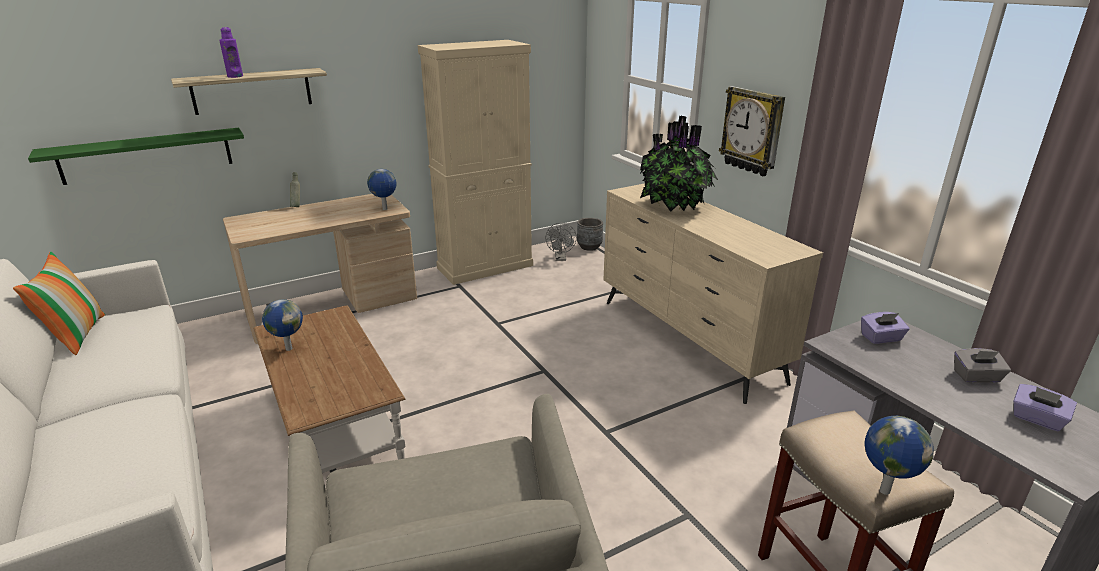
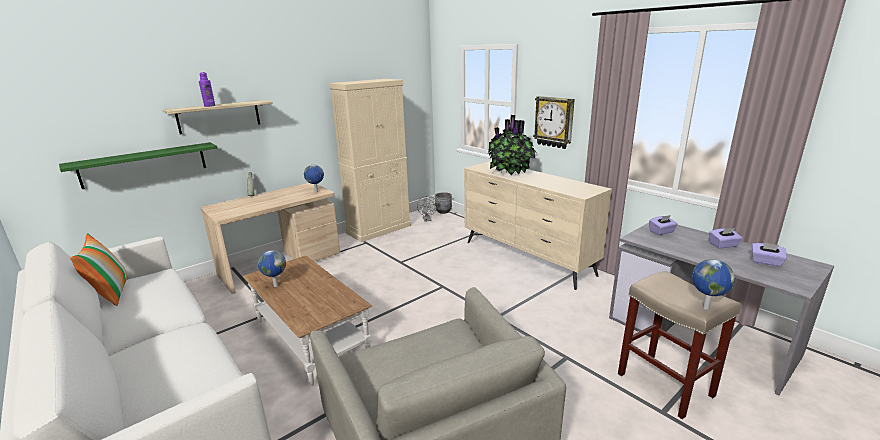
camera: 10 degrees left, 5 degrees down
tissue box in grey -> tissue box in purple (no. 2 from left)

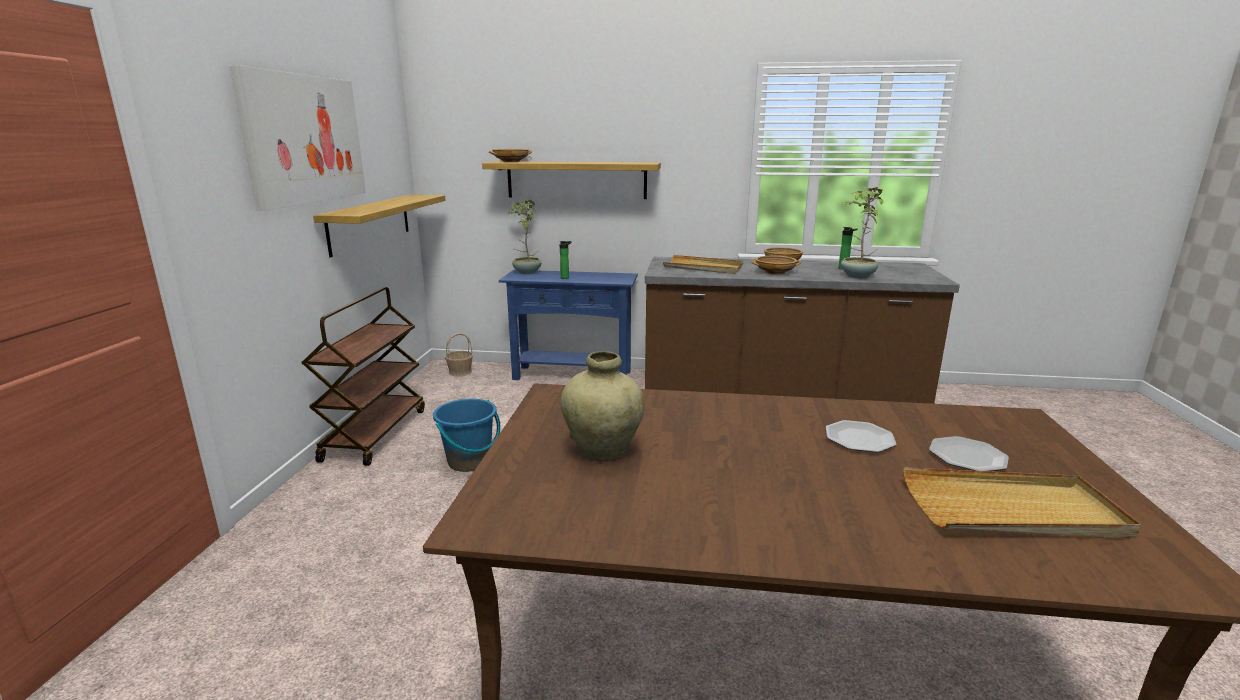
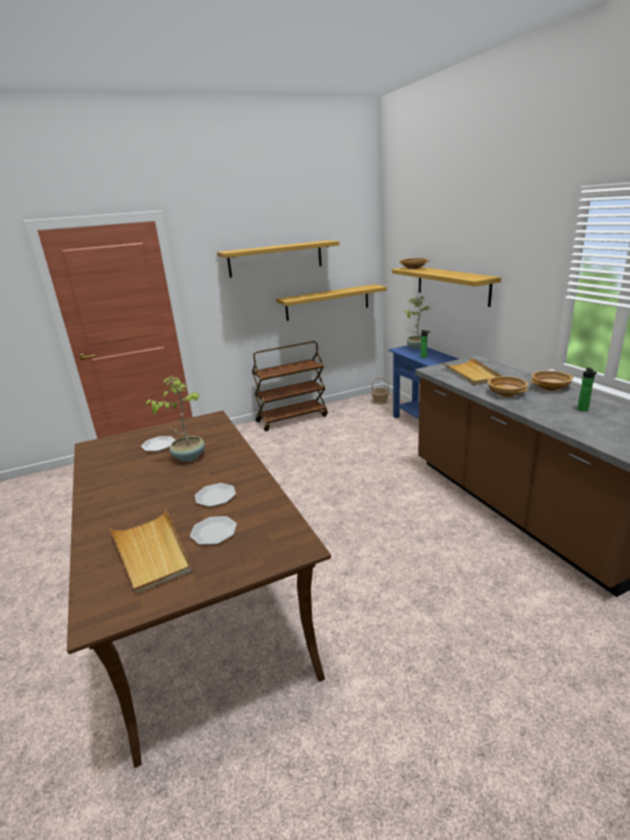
camera: 60 degrees right, 5 degrees up
picture -> shelf (no. 1 from left)
potted plant (no. 2 from left in the first image) -> potted plant (no. 1 from left), shifted
vase in beige -> plate (no. 1 from left)
bucket in blue -> none

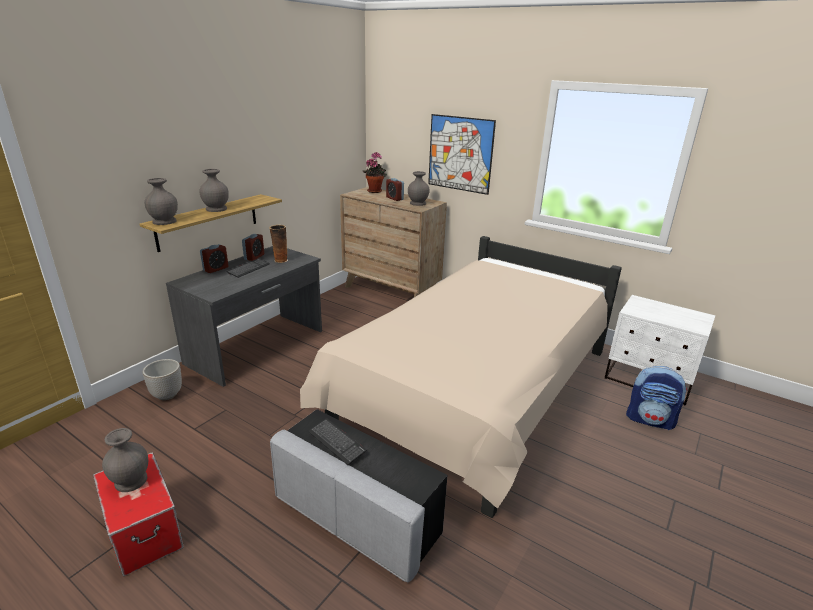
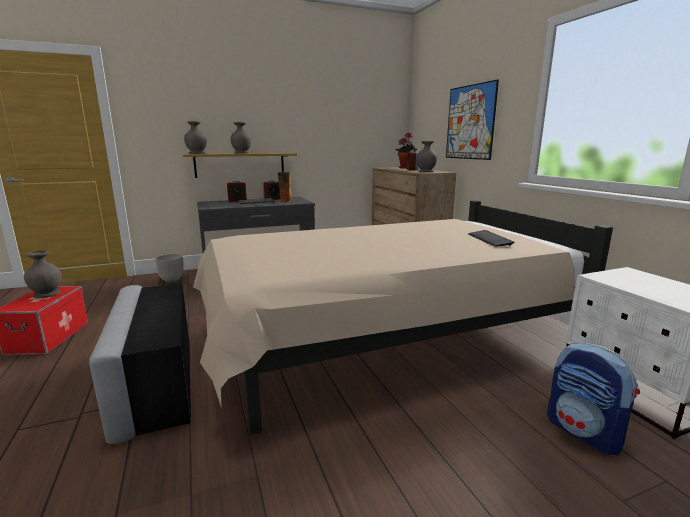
camera: 35 degrees right, 10 degrees down
keyboard (no. 2 from left), shifted

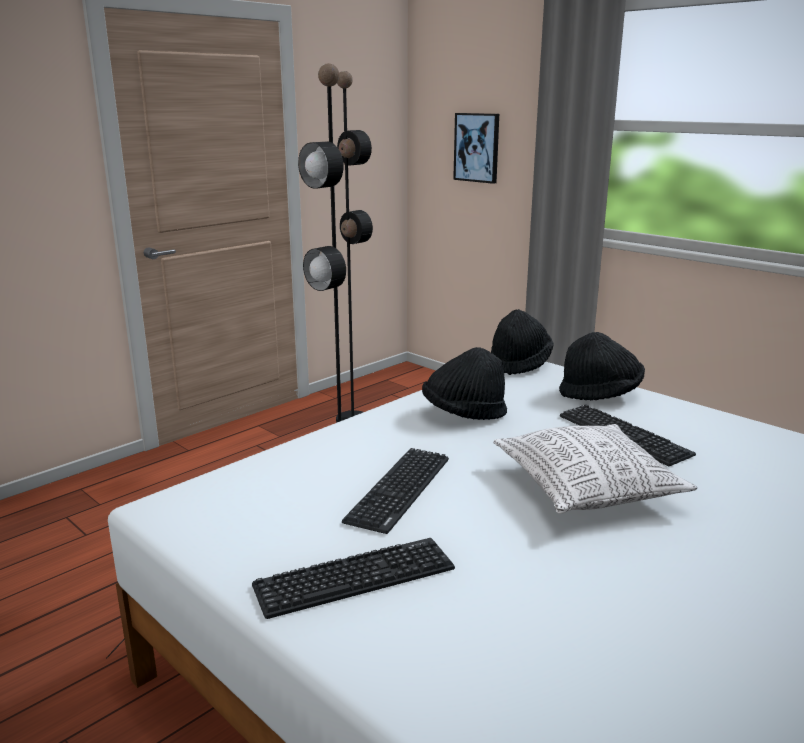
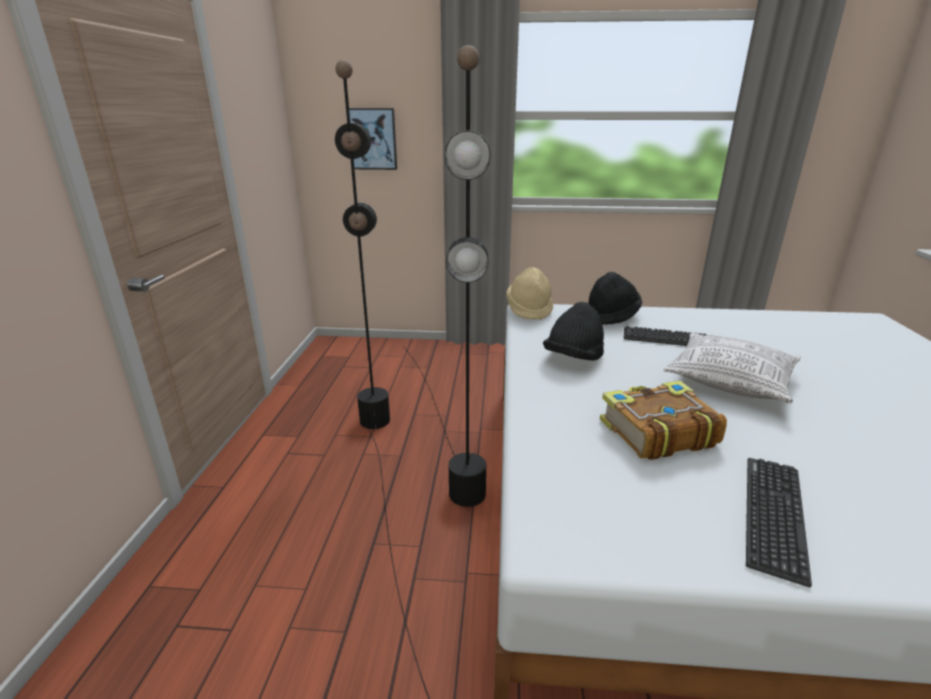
camera: 40 degrees left, 5 degrees up
hat in black (no. 2 from left) -> hat in beige
keyboard (no. 2 from left) -> book

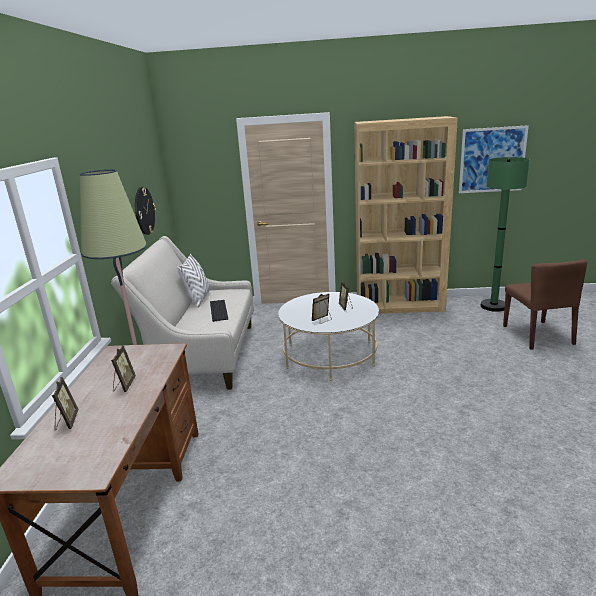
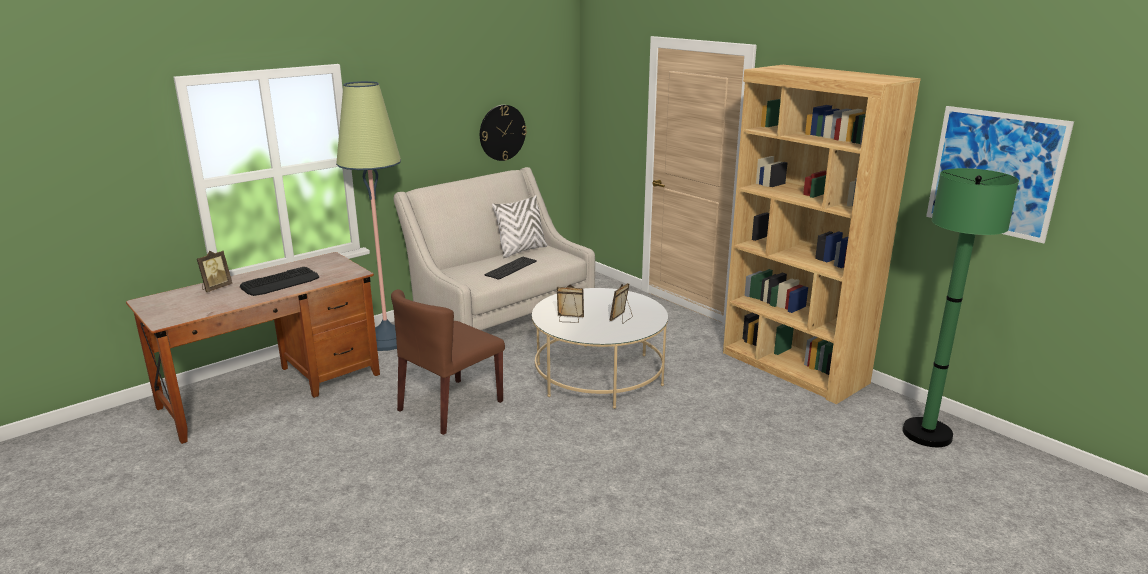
camera: 45 degrees right, 0 degrees up
chair in brown, shifted
picture frame (no. 2 from left) -> keyboard (no. 1 from left)

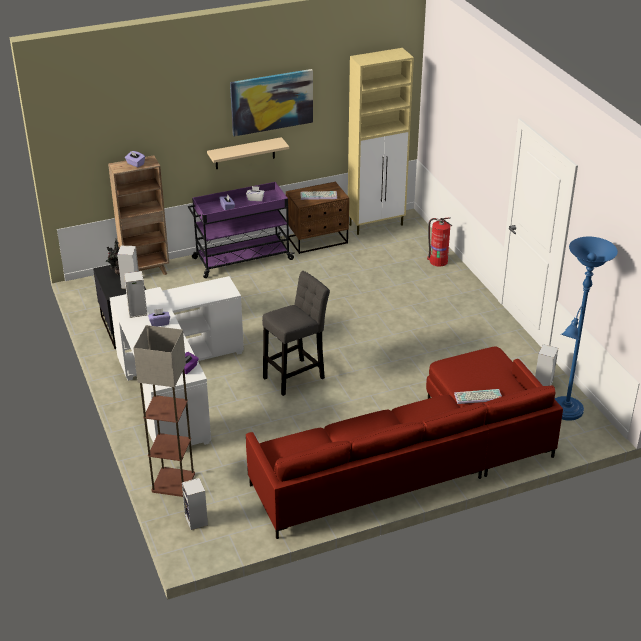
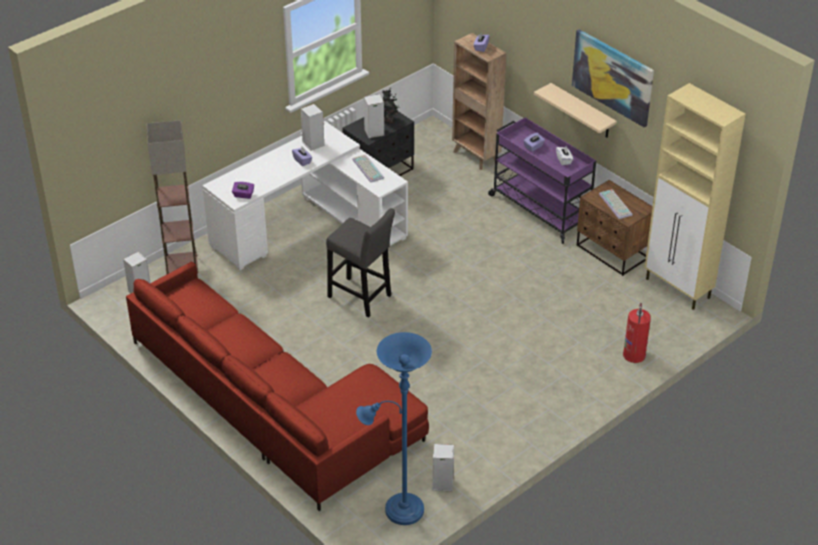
camera: 70 degrees right, 5 degrees up
keyboard (no. 2 from left in the first image) -> keyboard (no. 1 from left), shifted

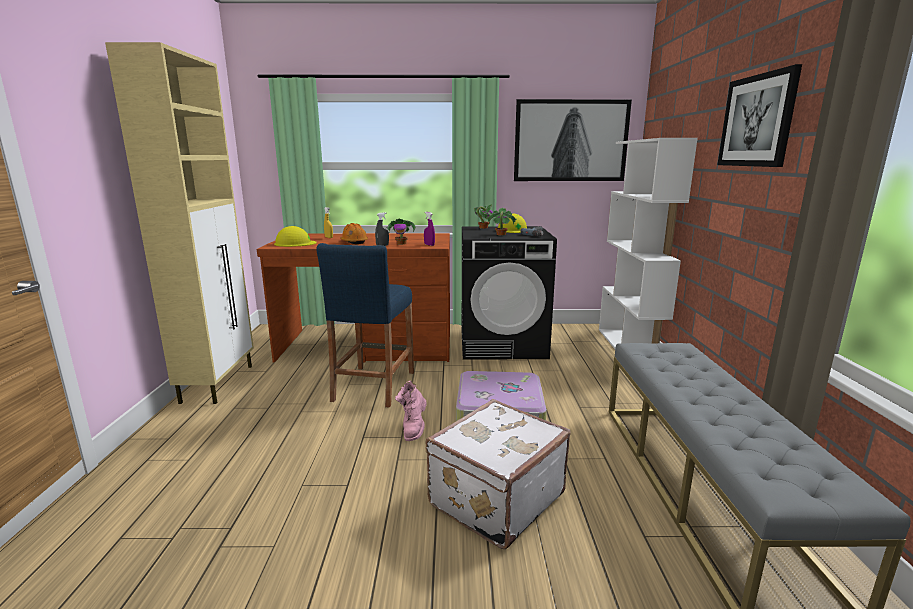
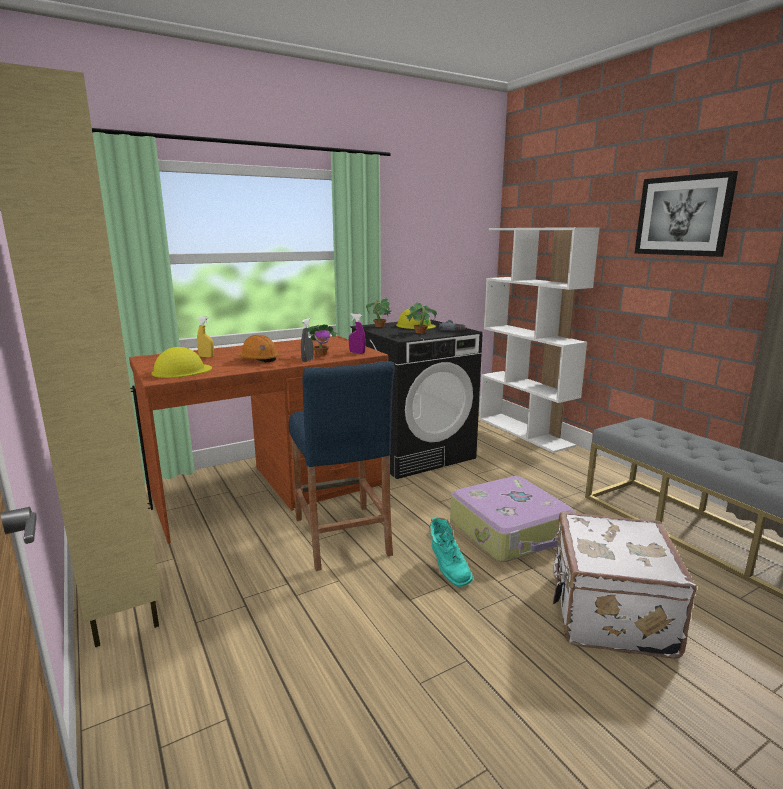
camera: 30 degrees left, 0 degrees up
picture (no. 1 from left) -> none
boot in pink -> boot in turquoise

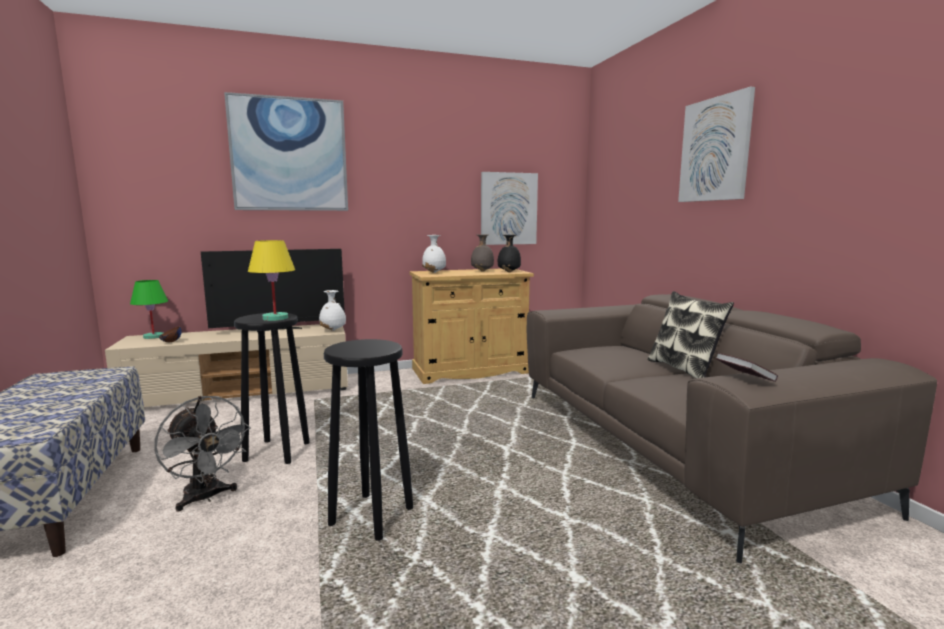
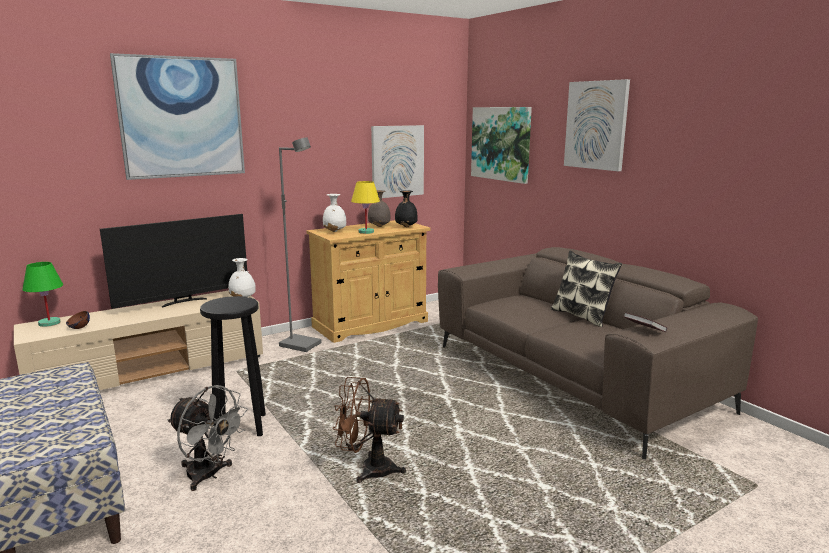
camera: 15 degrees left, 5 degrees up
table lamp in yellow, shifted
stool in black (no. 2 from left) -> fan in brown
none -> picture (no. 3 from left)
none -> floor lamp in grey

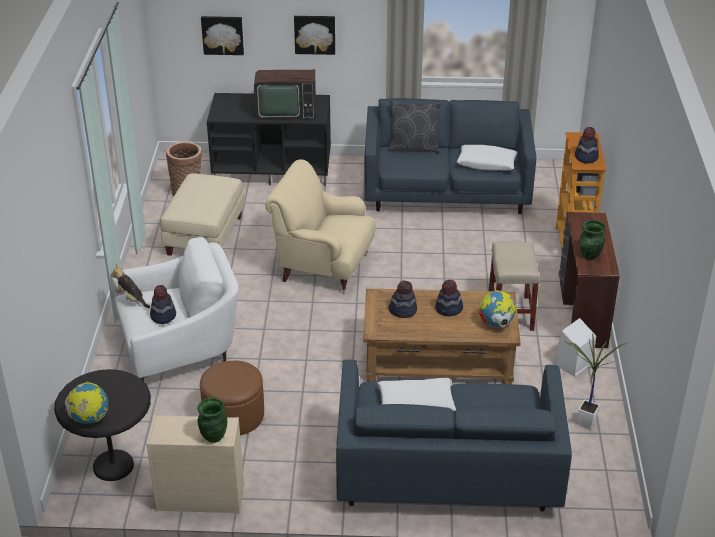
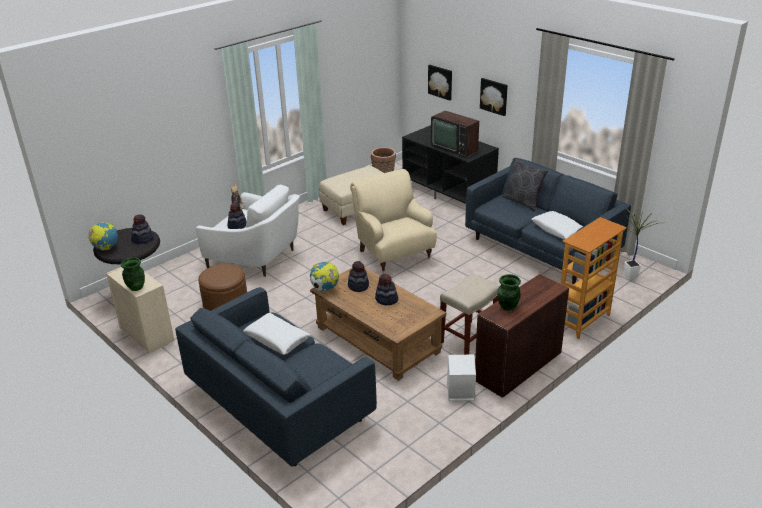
camera: 45 degrees right, 5 degrees down
hat (no. 4 from left in the first image) -> hat (no. 1 from left), shifted
globe (no. 2 from left), shifted
potted plant, shifted

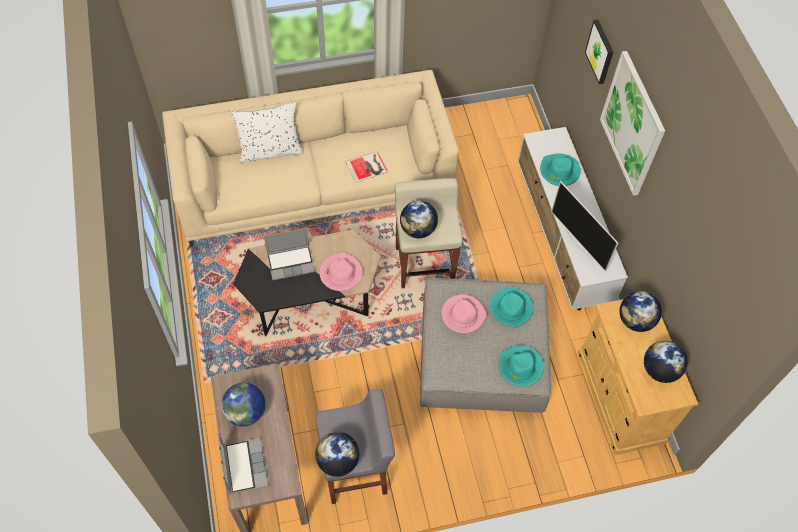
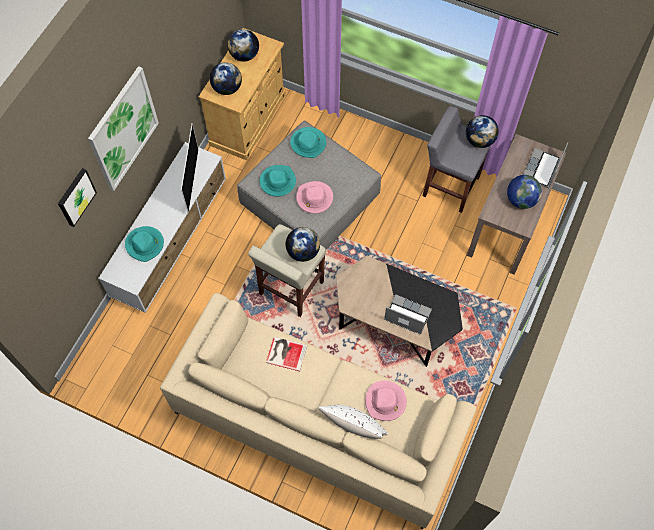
camera: 140 degrees left, 5 degrees up
hat in pink (no. 1 from left in the first image) -> hat in pink (no. 2 from left), shifted

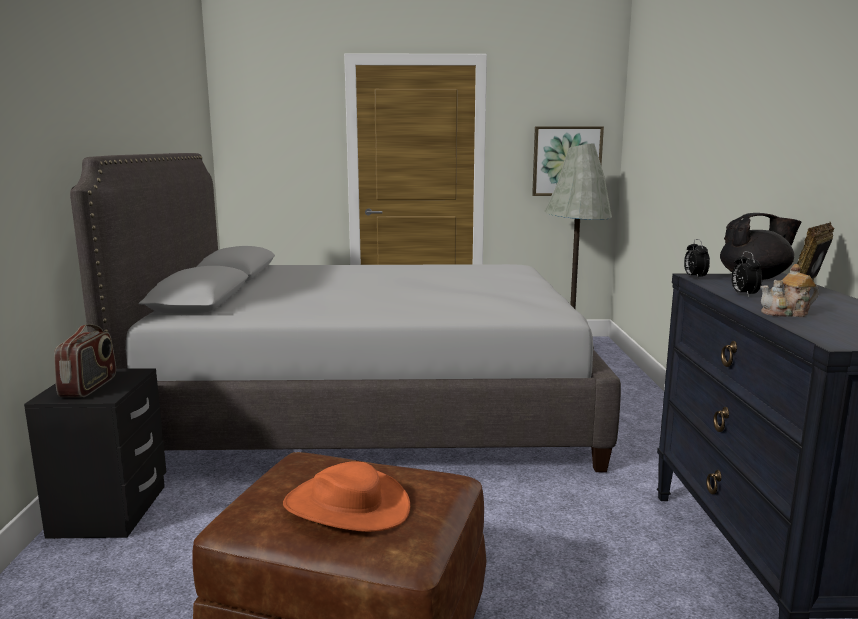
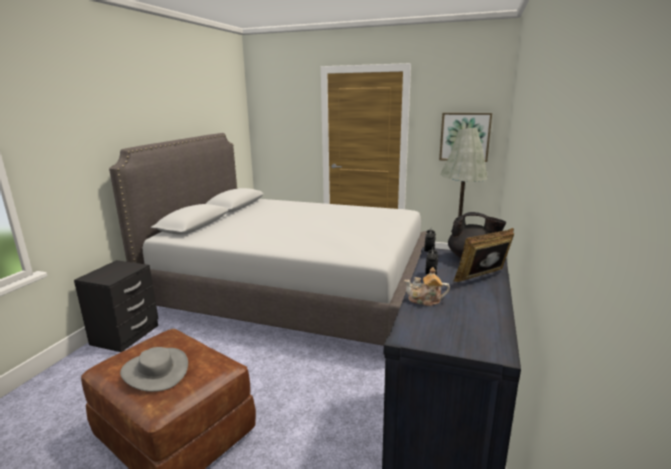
camera: 20 degrees right, 5 degrees up
radio -> none
hat in orange -> hat in grey

